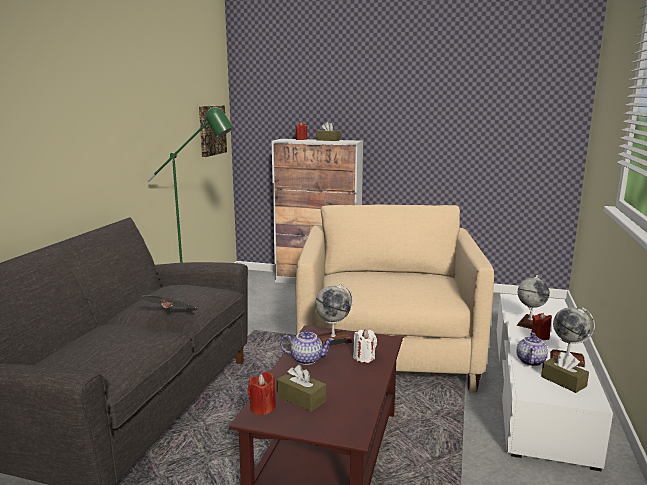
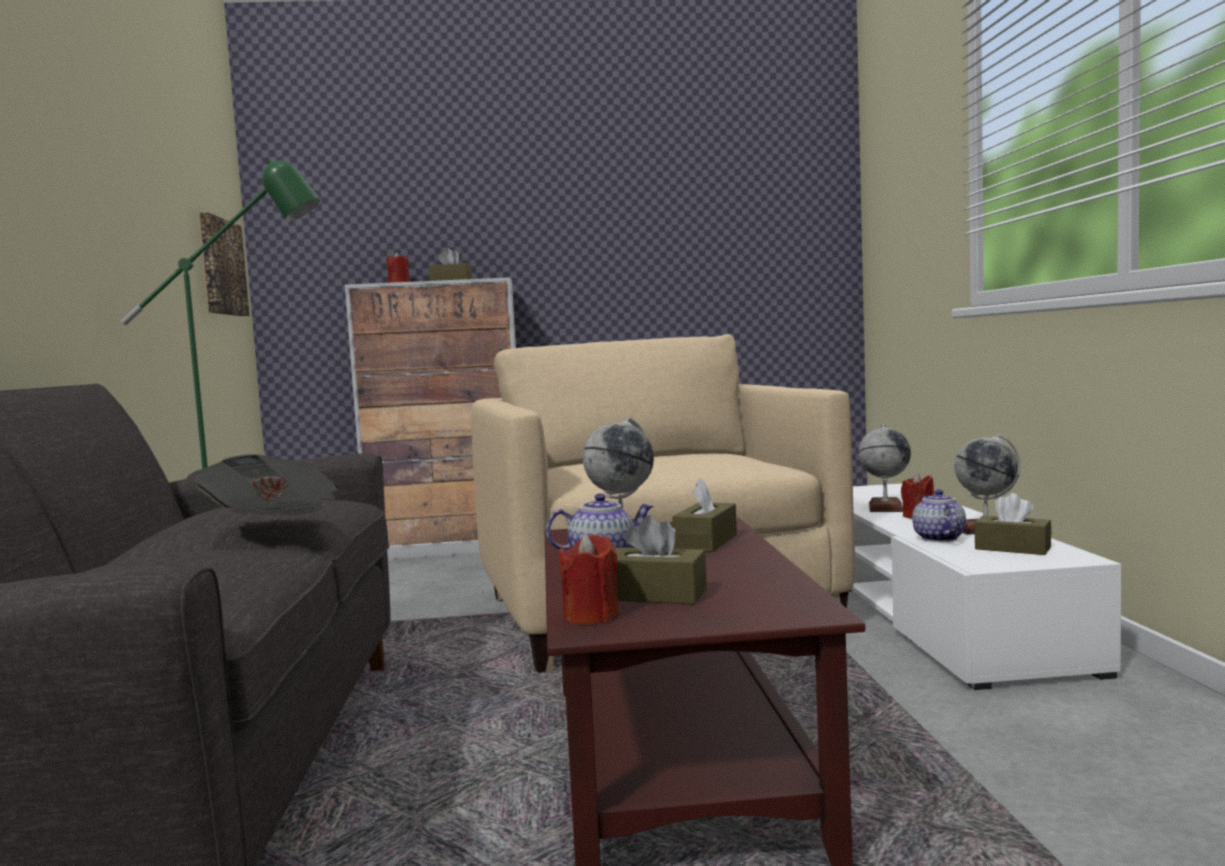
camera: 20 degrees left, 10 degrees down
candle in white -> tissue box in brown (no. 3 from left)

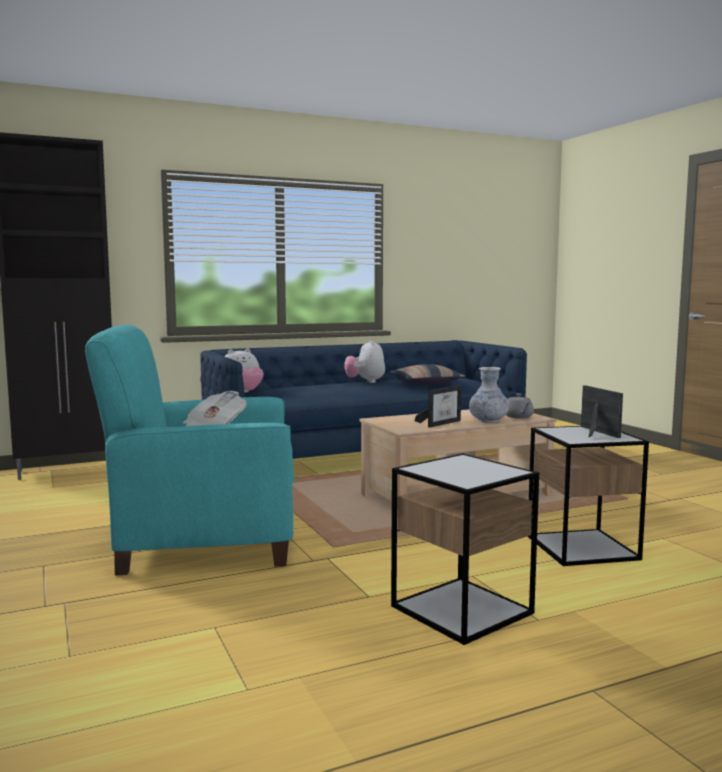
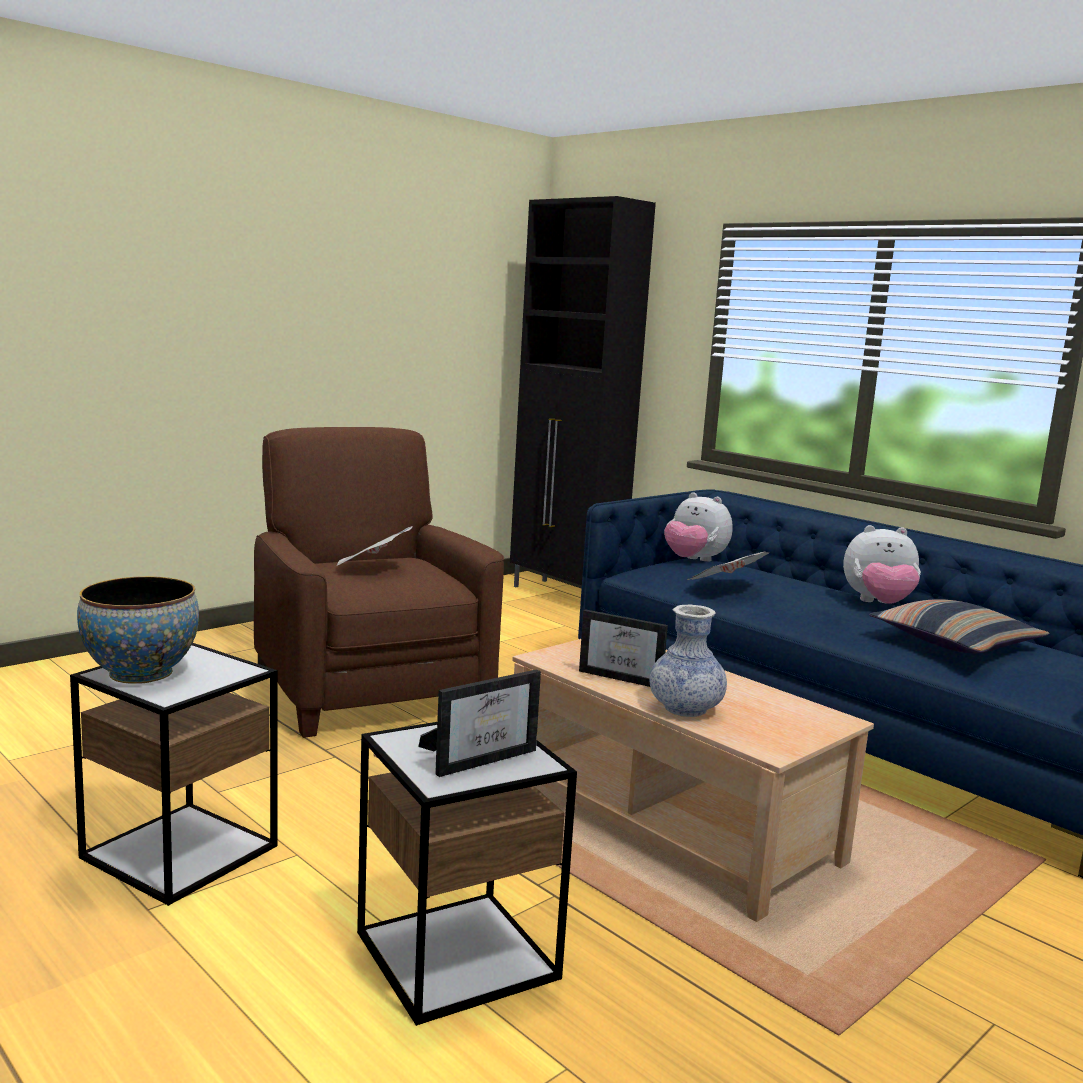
camera: 70 degrees right, 5 degrees up
armchair in turquoise -> armchair in brown
plush toy (no. 2 from left), 150 degrees counterclockwise
teapot in grey -> none
none -> newspaper (no. 2 from left)
none -> bowl

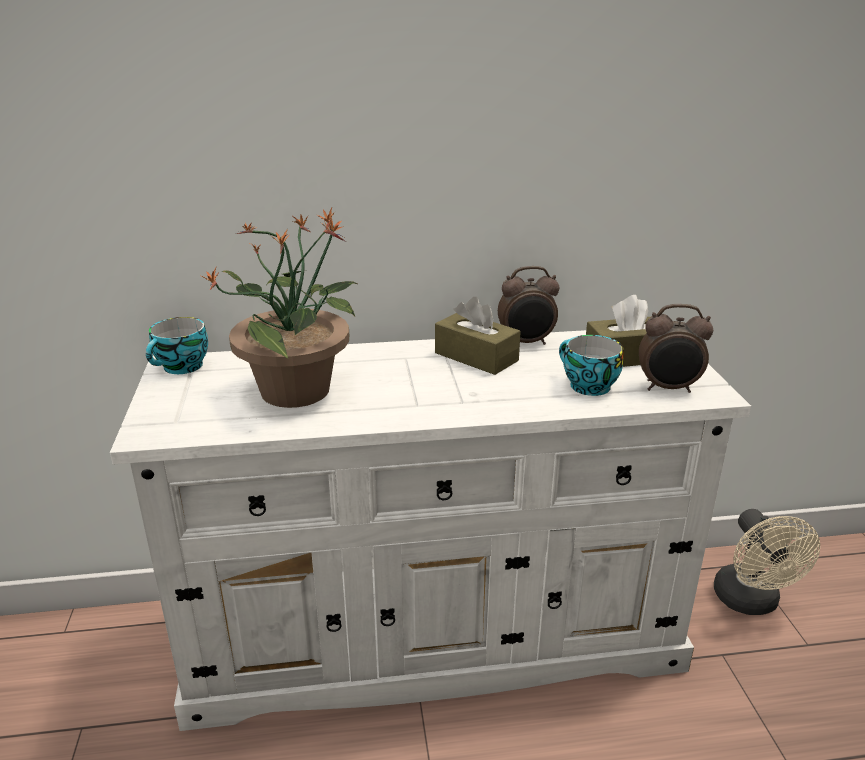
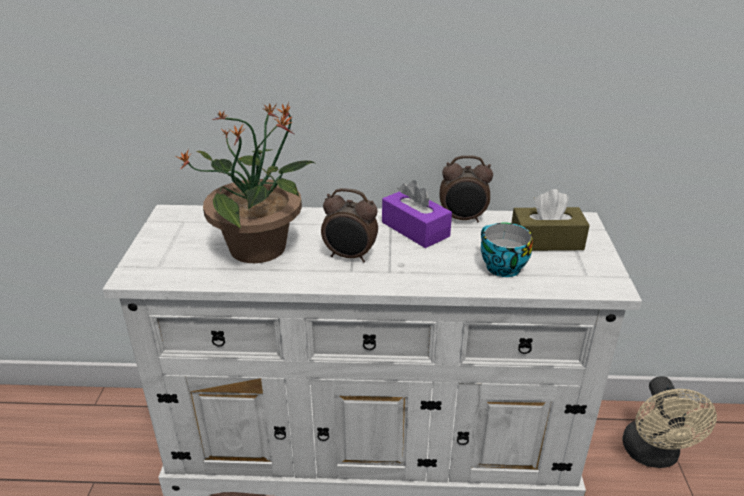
camera: 10 degrees right, 5 degrees up
tissue box in brown (no. 1 from left) -> tissue box in purple
alarm clock (no. 2 from left in the first image) -> alarm clock (no. 1 from left), shifted
cup (no. 1 from left) -> none

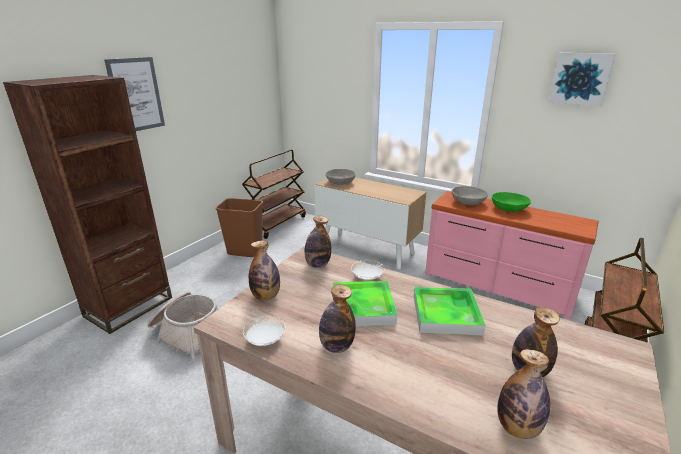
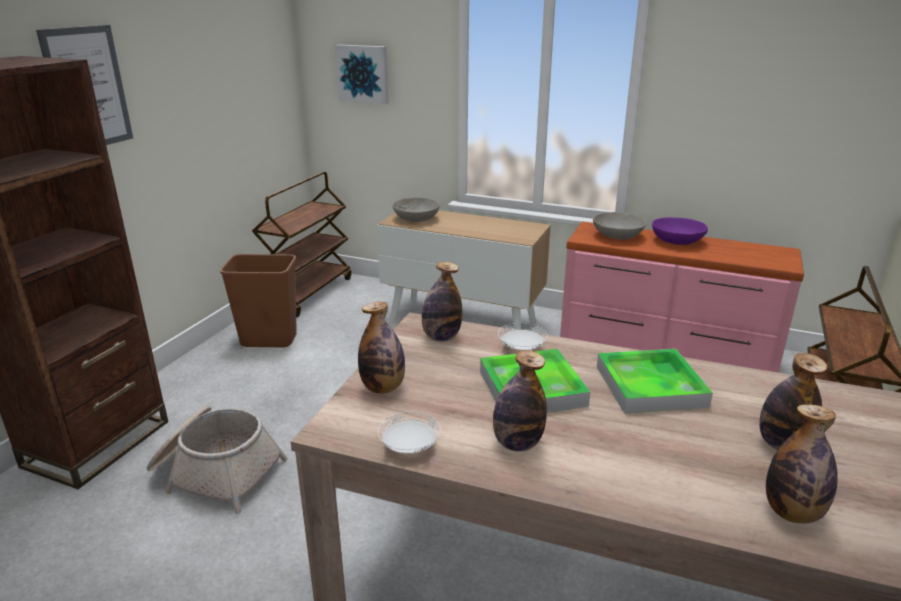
camera: 10 degrees left, 0 degrees up
picture (no. 2 from left), shifted
bowl in green -> bowl in purple

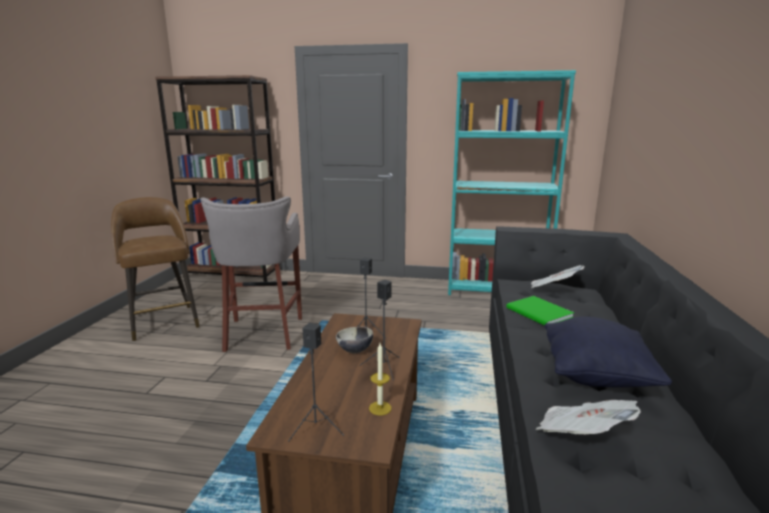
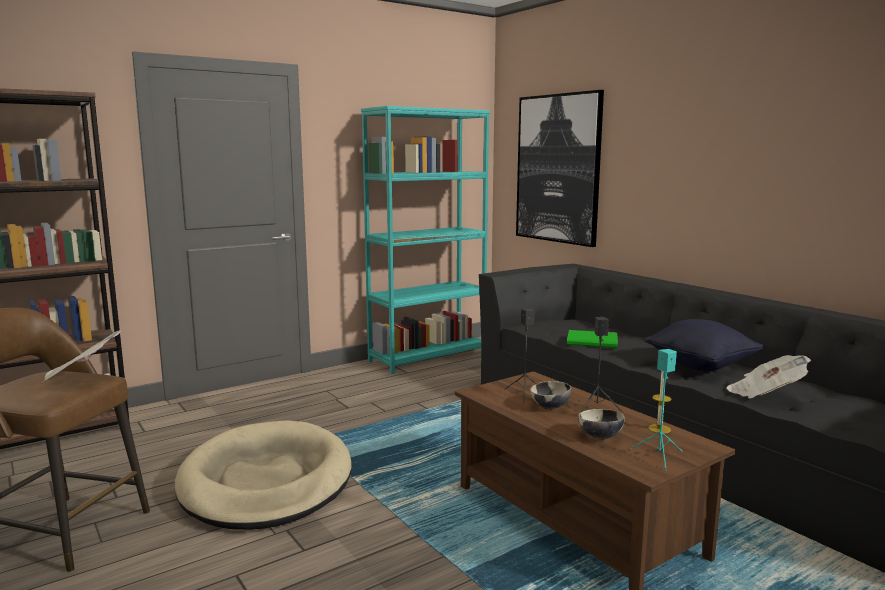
camera: 45 degrees left, 5 degrees down
stool in grey -> dog bed in beige
newspaper (no. 1 from left), shifted
speaker in black (no. 1 from left) -> speaker in turquoise
none -> picture
none -> bowl (no. 2 from left)

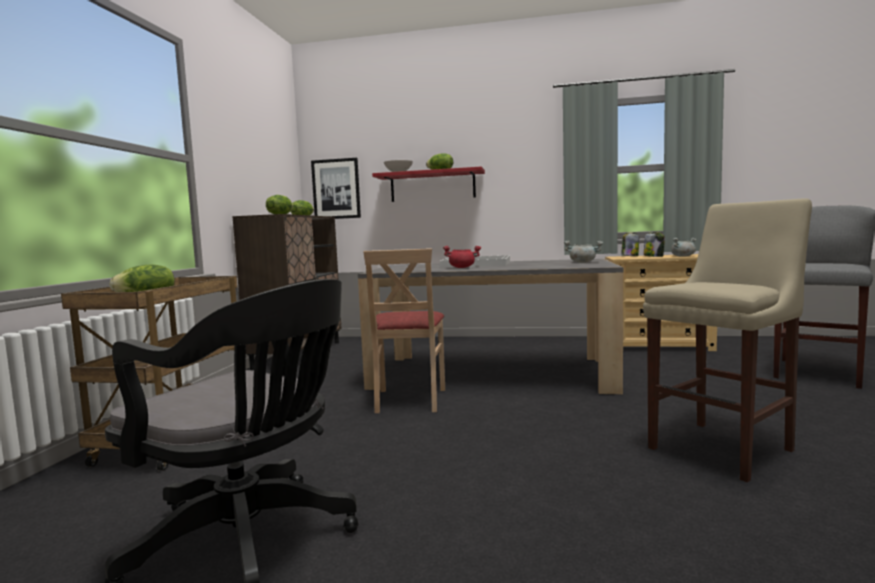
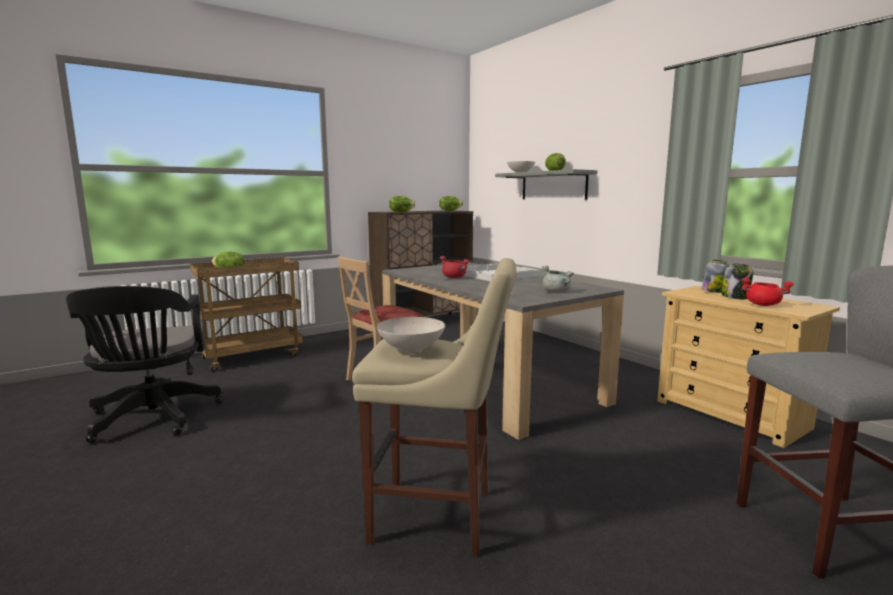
camera: 45 degrees right, 5 degrees up
picture -> none
shelf in red -> shelf in grey
cooking pot in grey (no. 2 from left) -> cooking pot in red (no. 2 from left)
none -> bowl in white (no. 1 from left)

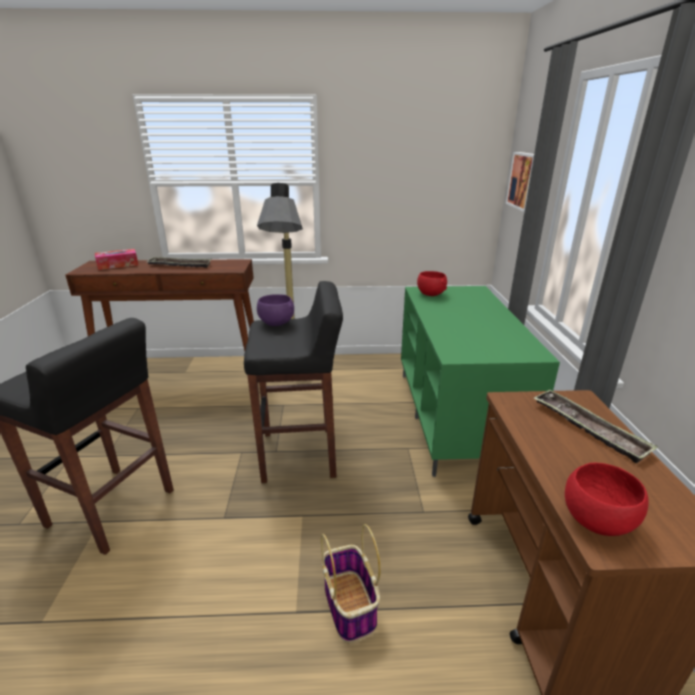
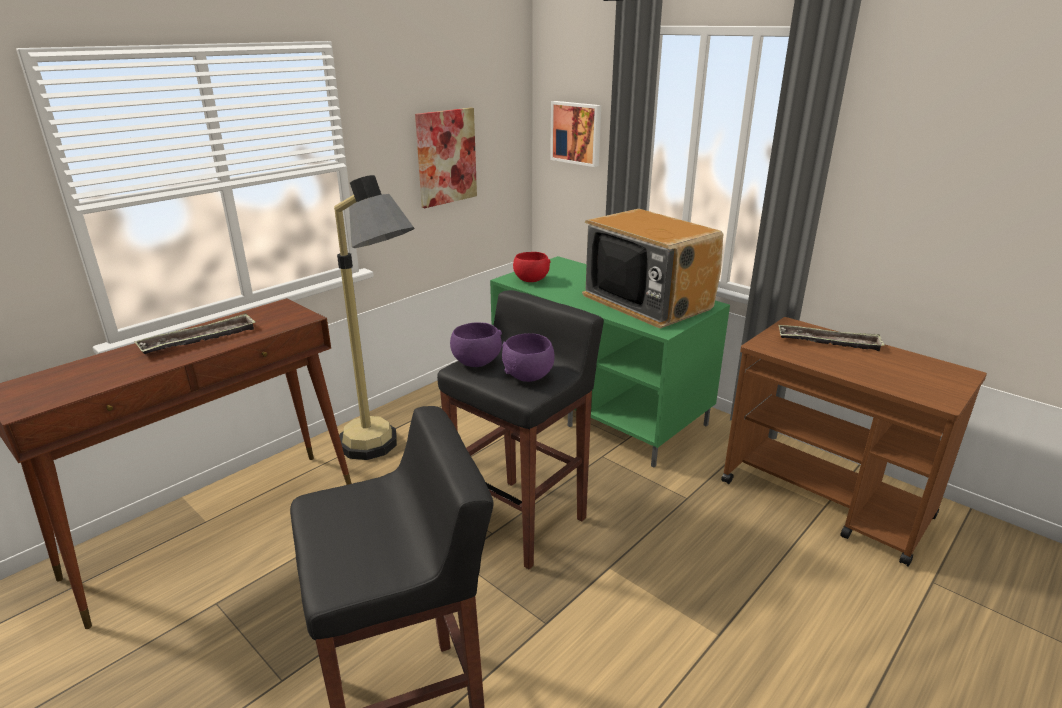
camera: 45 degrees left, 0 degrees up
tissue box -> none
bowl in red (no. 2 from left) -> none
basket -> none
none -> picture (no. 1 from left)
none -> television
none -> bowl in purple (no. 2 from left)

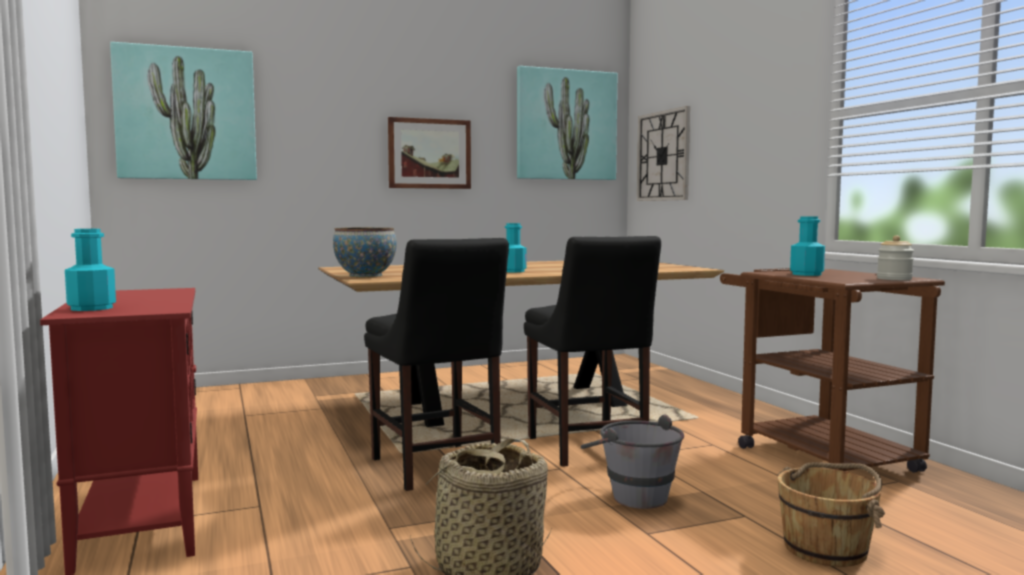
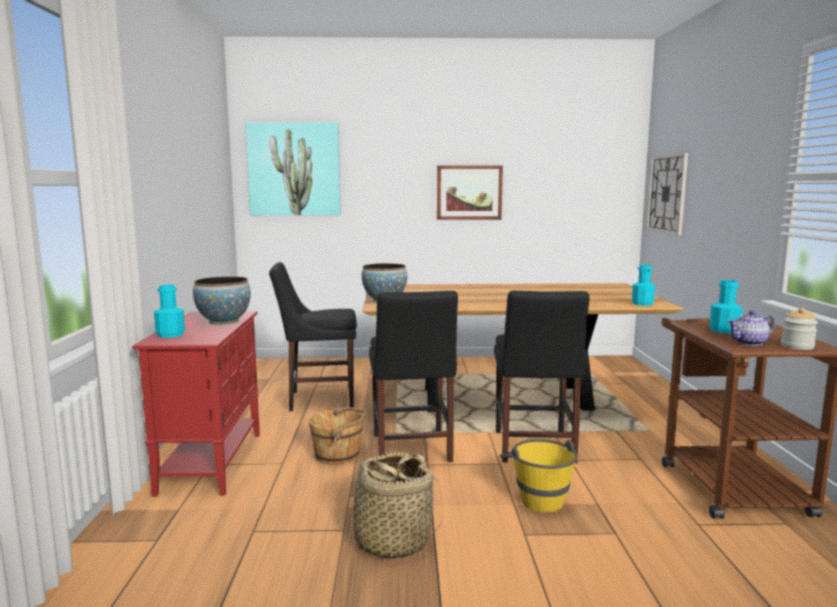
camera: 20 degrees right, 5 degrees up
picture (no. 3 from left) -> none
bottle in turquoise (no. 2 from left), shifted
bucket in grey -> bucket in yellow
bucket in brown, shifted
none -> chair in black (no. 1 from left)
none -> bowl (no. 1 from left)
none -> teapot

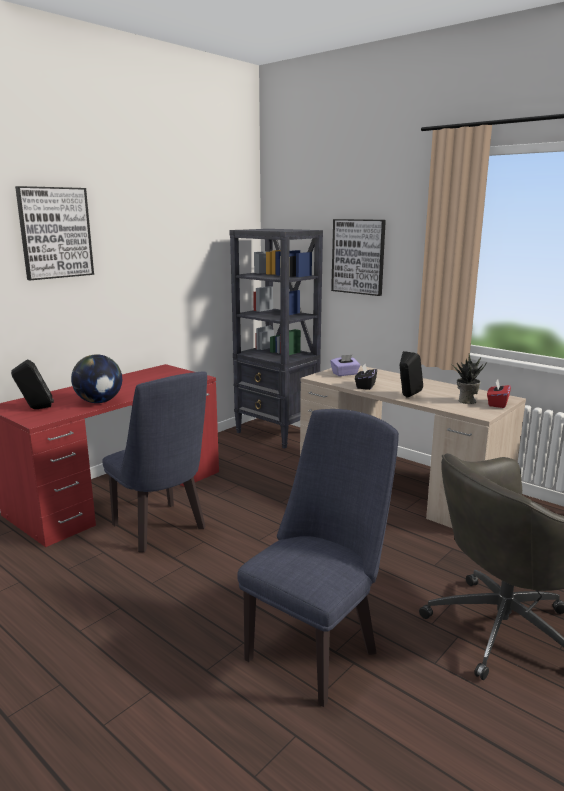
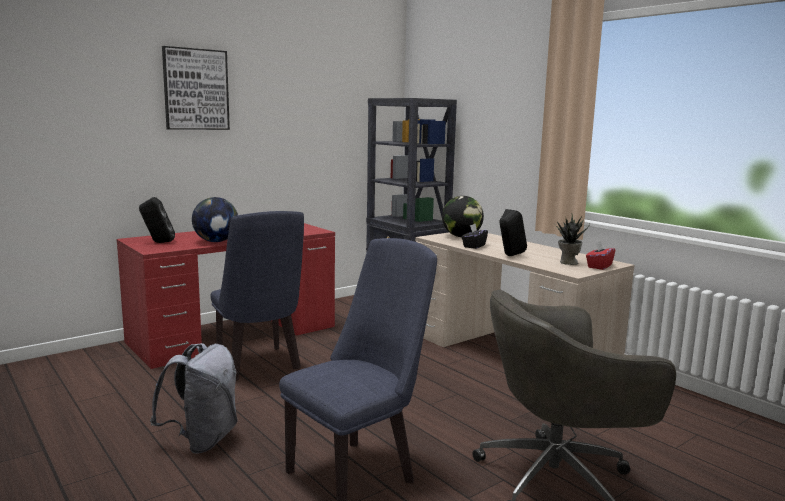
camera: 10 degrees right, 5 degrees down
picture (no. 2 from left) -> none
tissue box in purple -> globe (no. 2 from left)
none -> backpack in grey

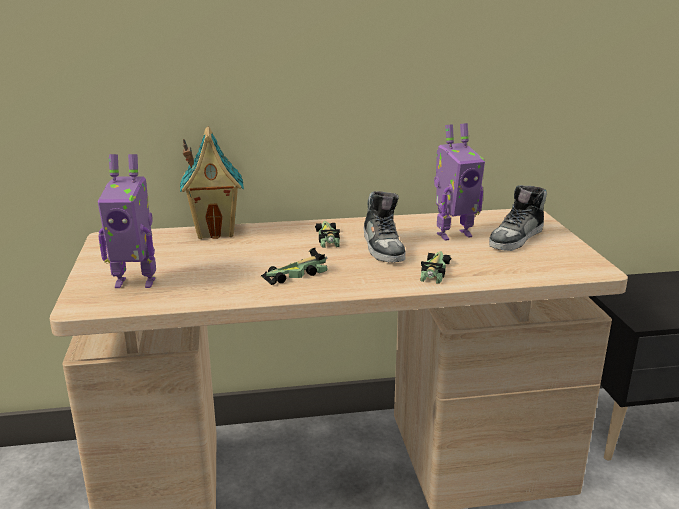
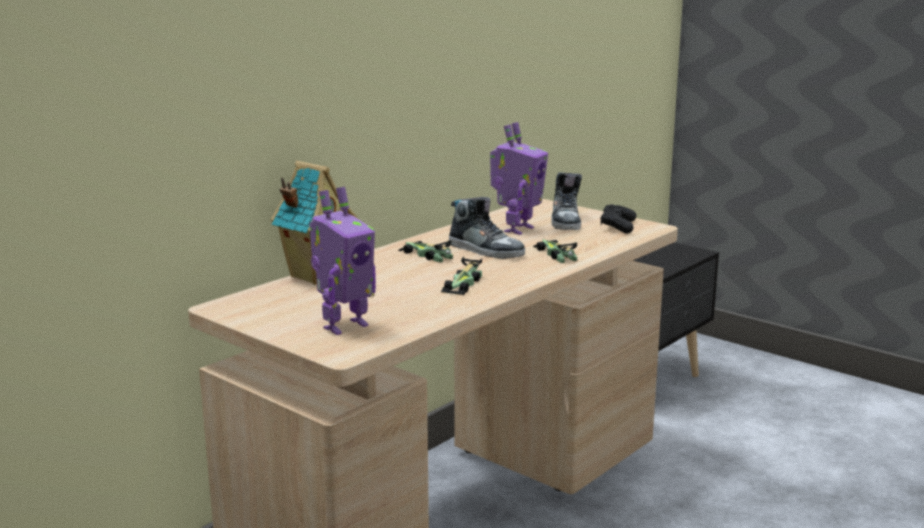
camera: 40 degrees left, 5 degrees down
none -> game controller in black

